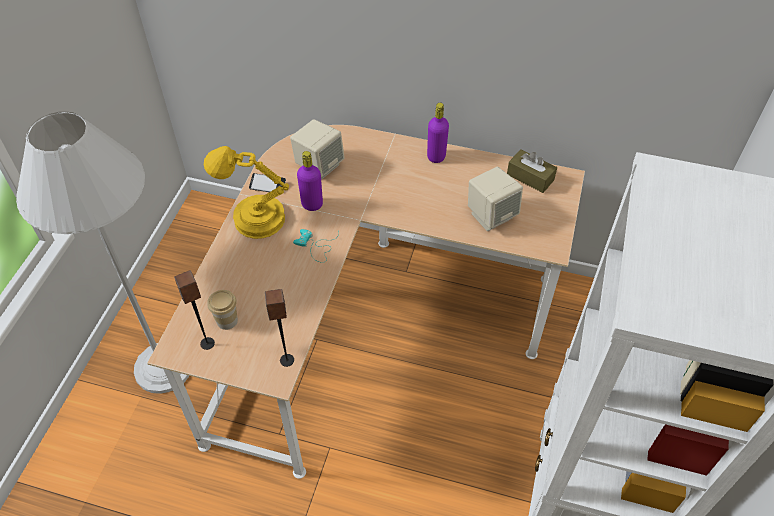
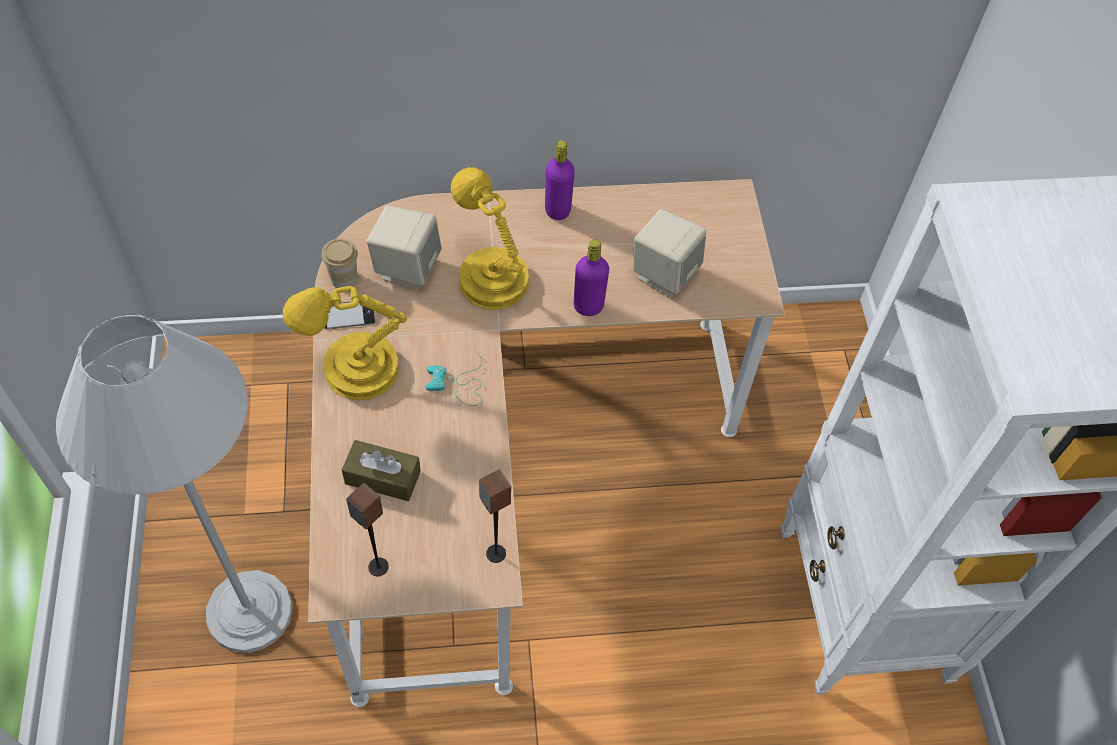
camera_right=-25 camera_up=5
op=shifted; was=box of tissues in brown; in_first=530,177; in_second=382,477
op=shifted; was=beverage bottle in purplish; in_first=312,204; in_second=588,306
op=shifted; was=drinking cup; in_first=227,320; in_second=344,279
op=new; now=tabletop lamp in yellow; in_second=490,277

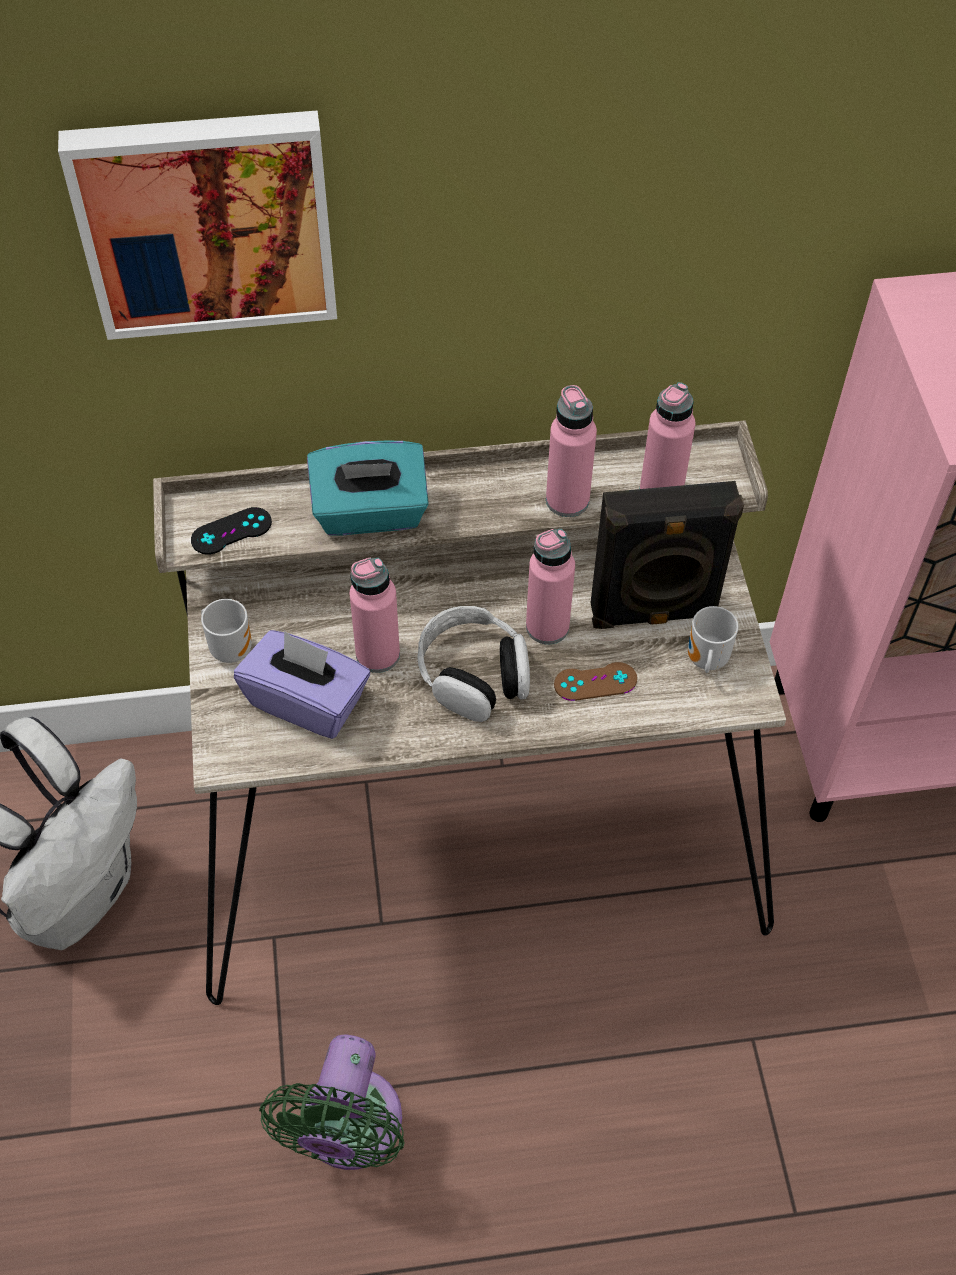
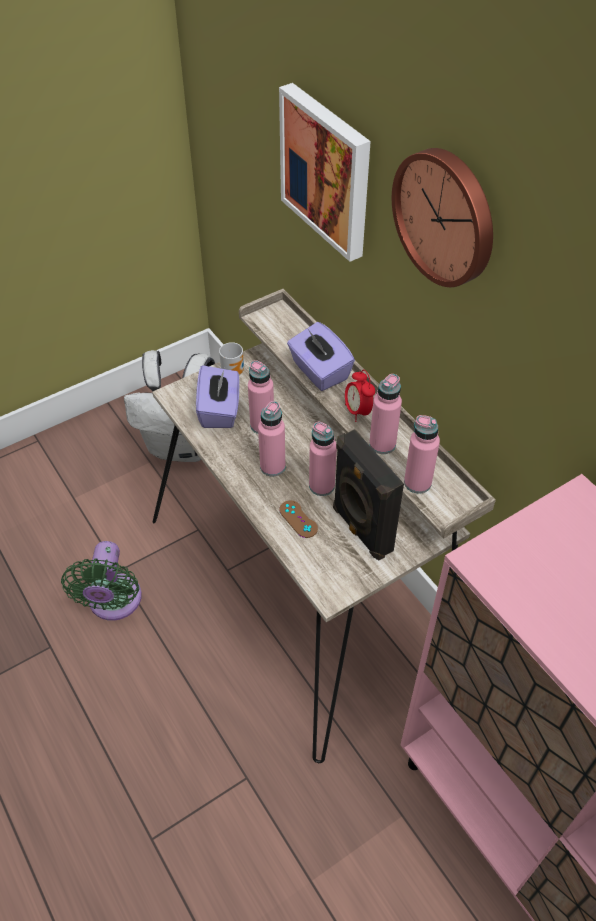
camera_right=65 camera_up=-5
op=repainted; was=box of tissues in turquoise; now=box of tissues in purplish; in_first=370,513; in_second=319,371
op=gone; was=gamepad in black; in_first=231,531
op=swapped; was=headphones; now=beverage bottle in pinkish; in_first=473,674; in_second=272,466
op=gone; was=coffee mug; in_first=704,661
op=rotated; was=cooling fan in green-coloured; in_first=348,1131; in_second=114,603; clockwise=-75
op=new; now=wall clock; in_second=446,216
op=new; now=table clock; in_second=358,411

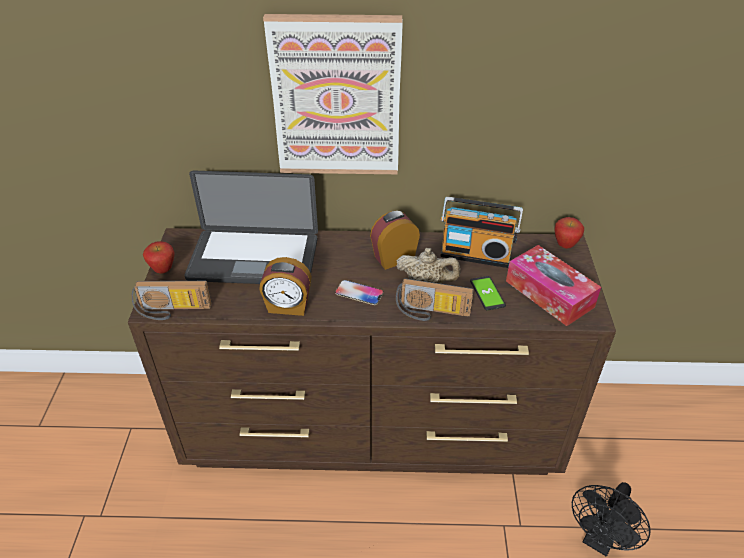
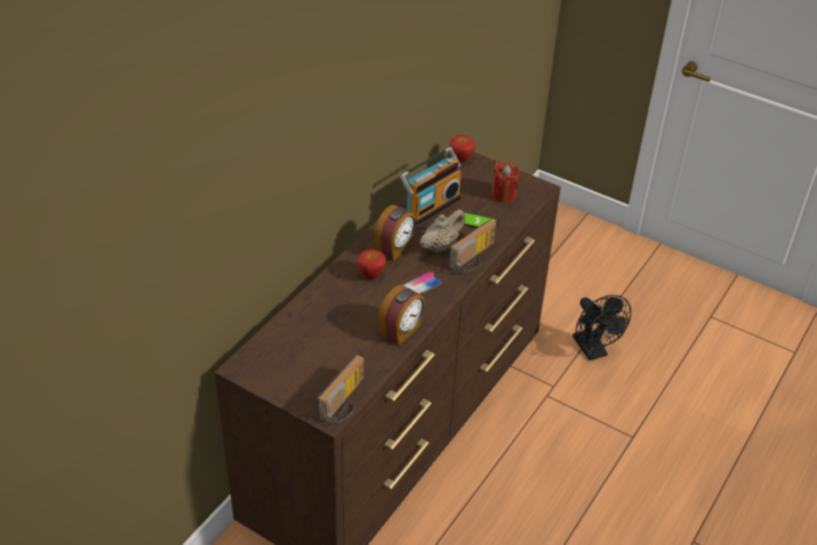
camera_right=-60 camera_up=0
op=gone; was=picture; in_first=336,98
op=gone; was=portable computer; in_first=254,259
op=rotated; was=table clock; in_first=393,257; in_second=395,249; clockwise=-150
op=shifted; was=apple fruit; in_first=163,270; in_second=371,276
op=swapped; was=box of tissues; now=candle in red; in_first=549,294; in_second=503,194

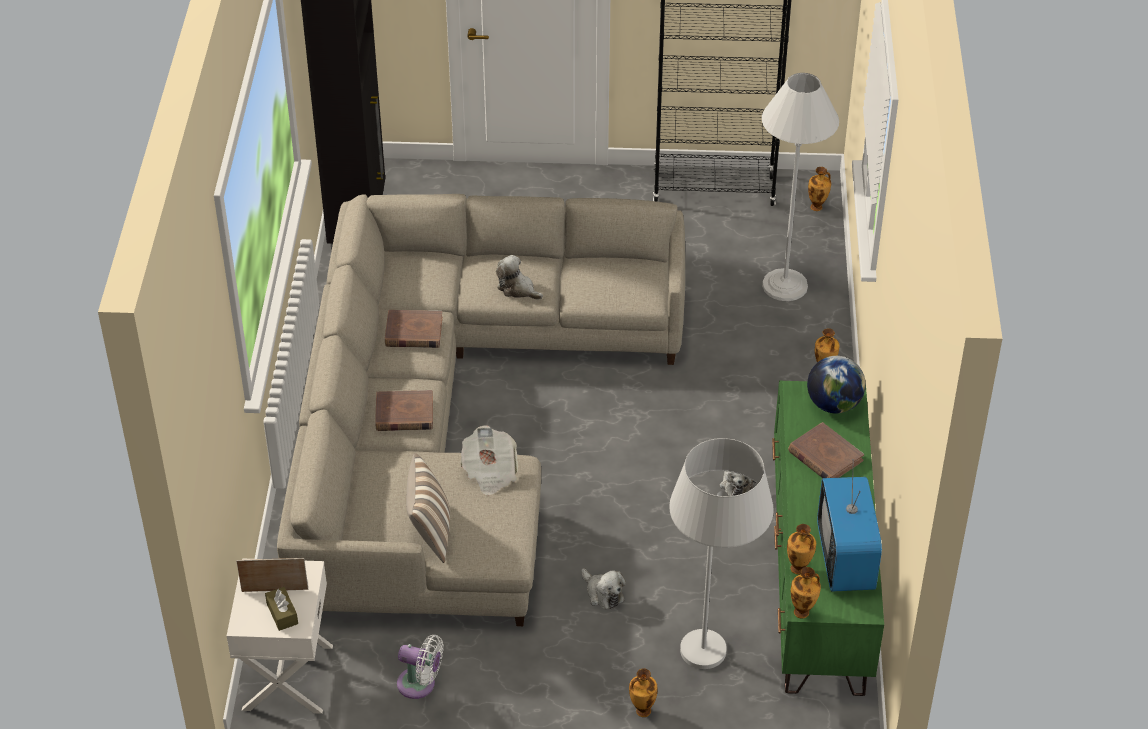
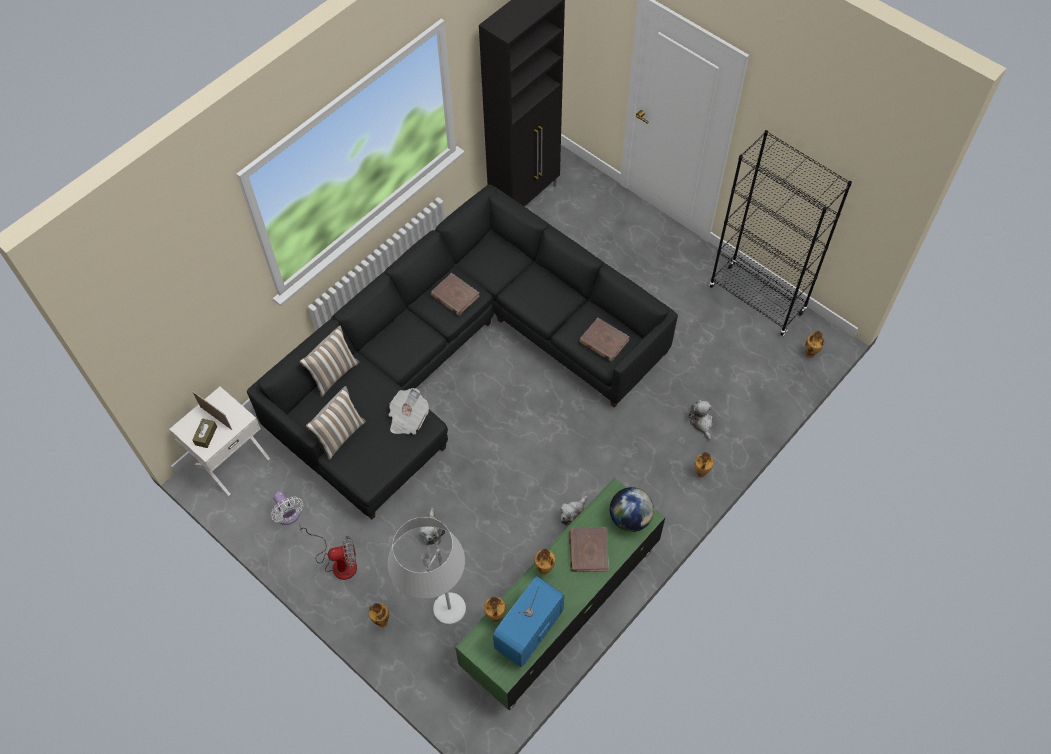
camera_right=40 camera_up=15
op=gone; was=floor lamp in whitish; in_first=785,285
op=repainted; was=sofa in beige-coloured; now=sofa in black; in_first=452,419; in_second=458,359
op=shifted; was=plush toy; in_first=517,289; in_second=701,422
op=shifted; was=book in brown; in_first=404,414; in_second=604,341
op=shifted; was=decorative vase; in_first=802,612; in_second=544,570
op=new; now=cushion; in_second=333,374
op=new; now=cooling fan; in_second=338,562

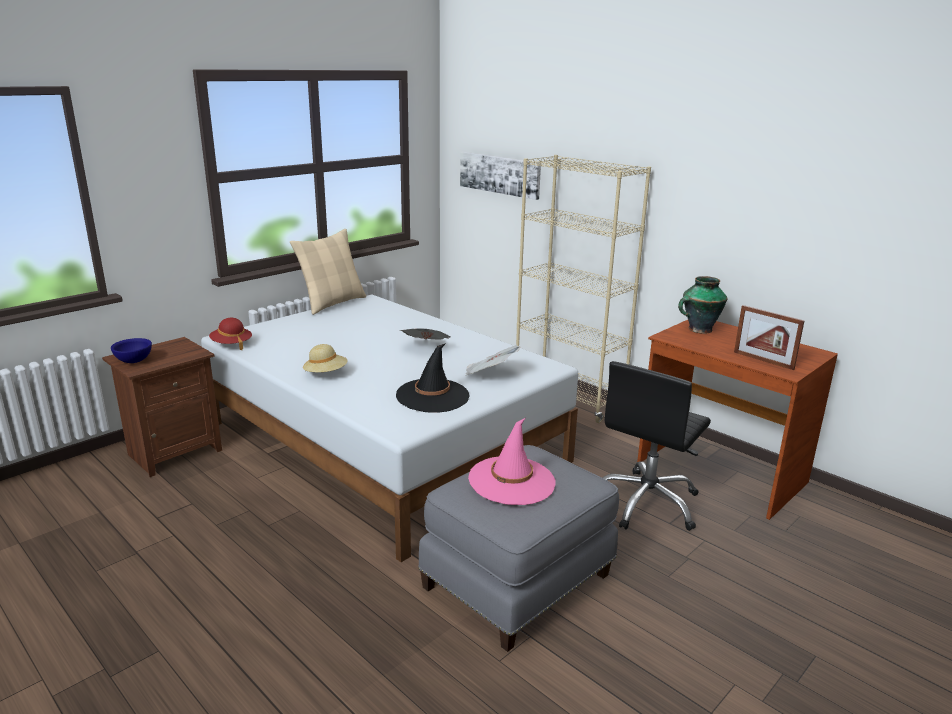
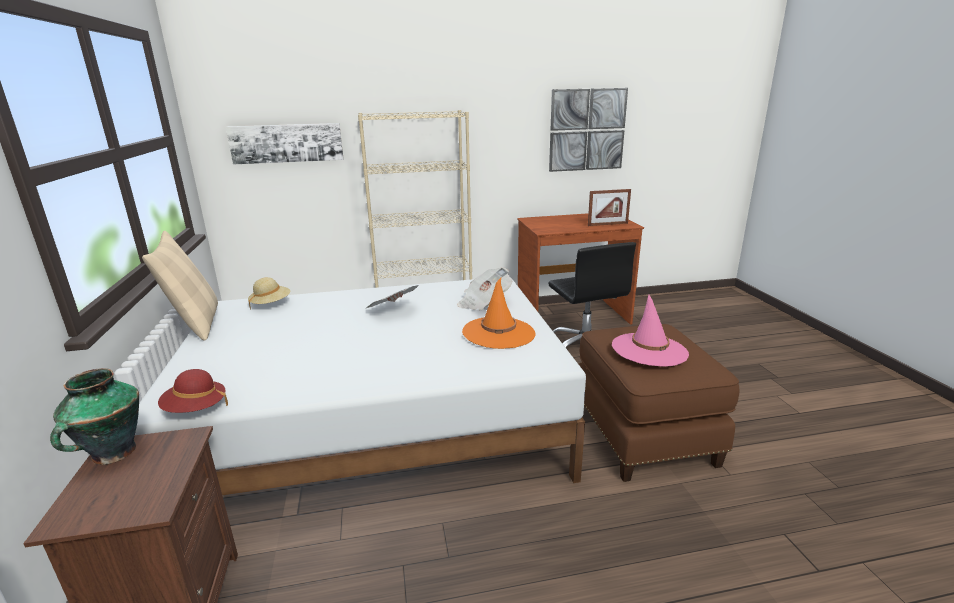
camera_right=-55 camera_up=0
op=shifted; was=decorative vase; in_first=699,329; in_second=112,454
op=gone; was=deep dish in blue; in_first=133,361
op=repainted; was=hat in black; now=hat in orange-coloured; in_first=432,396; in_second=498,333
op=shifted; was=hat in beige-coloured; in_first=326,374; in_second=271,304
op=repainted; was=ottoman in greyish; now=ottoman in brown; in_first=519,583; in_second=643,432
op=new; now=picture; in_second=587,130

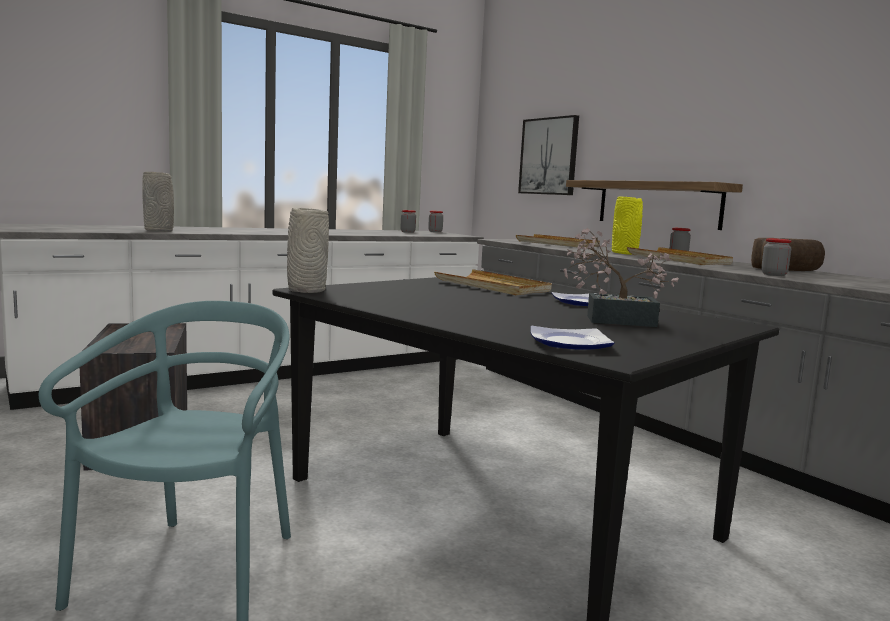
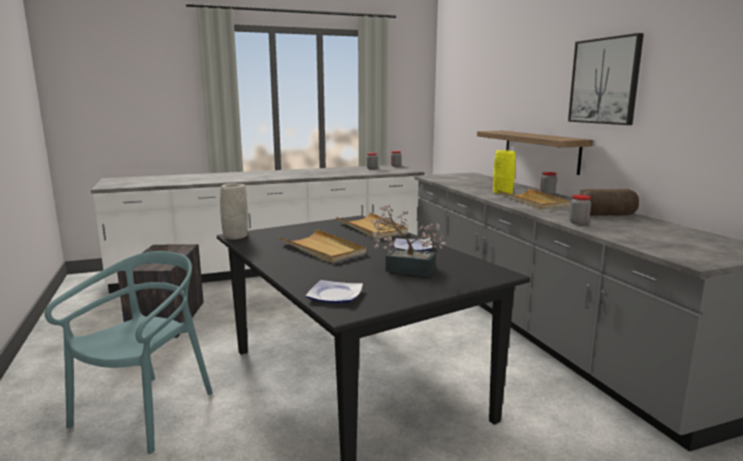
camera_right=15 camera_up=5
op=shifted; was=picture; in_first=549,156; in_second=604,81
op=gone; was=decorative vase in greyish; in_first=159,231
op=shifted; was=carrying tray in beige-coloured; in_first=557,244; in_second=322,249

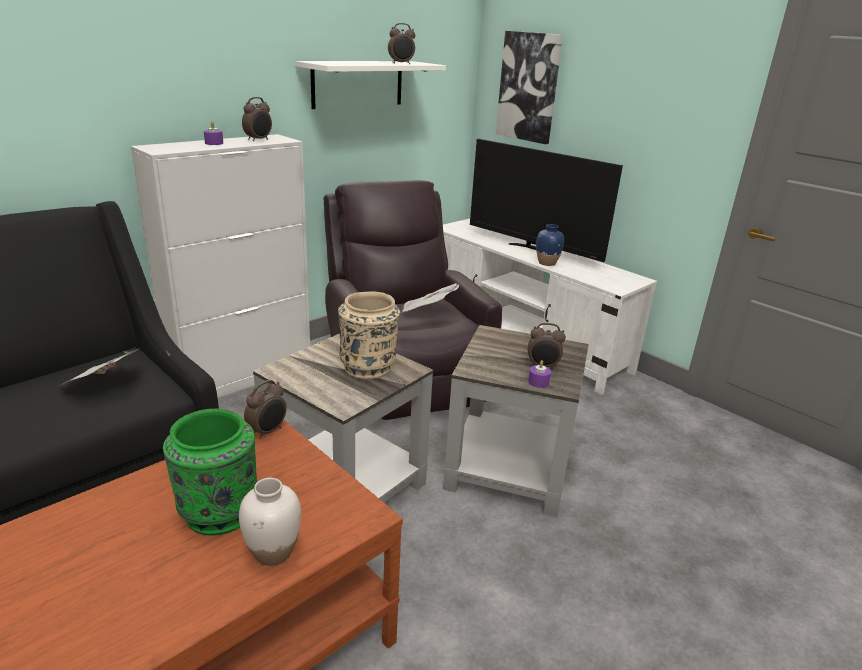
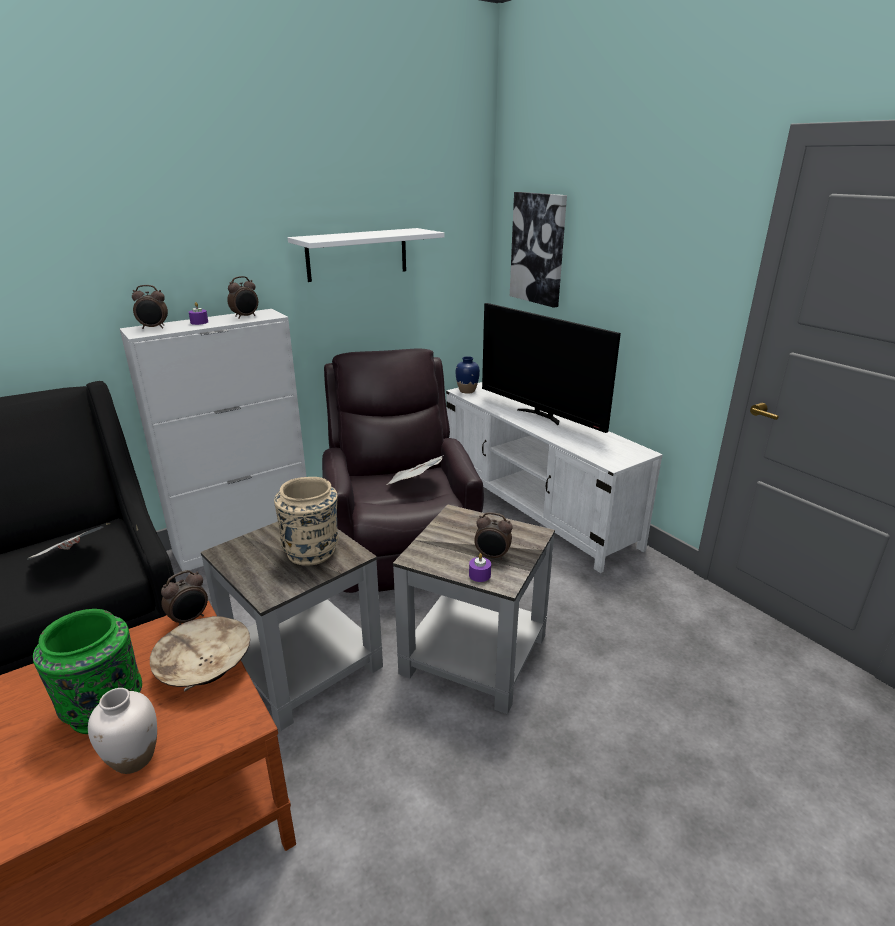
camera_right=10 camera_up=0
op=shifted; was=table clock; in_first=401,64; in_second=154,328
op=shifted; was=decorative vase in blue; in_first=547,263; in_second=467,391
op=new; now=deep dish in beige-coloured; in_second=204,666

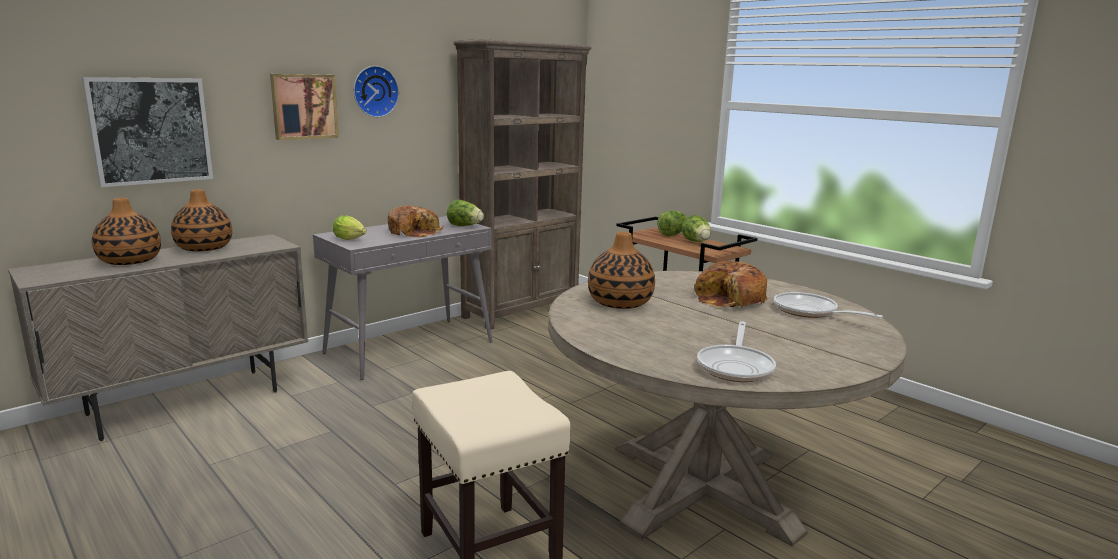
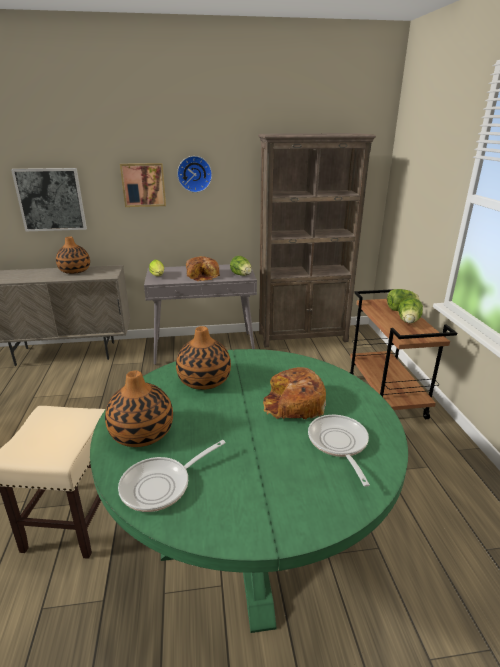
camera_right=35 camera_up=10
op=shifted; was=decorative vase; in_first=130,261; in_second=142,433
op=repainted; was=kitchen table in beige-coloured; now=kitchen table in green-coloured; in_first=702,488; in_second=249,540

